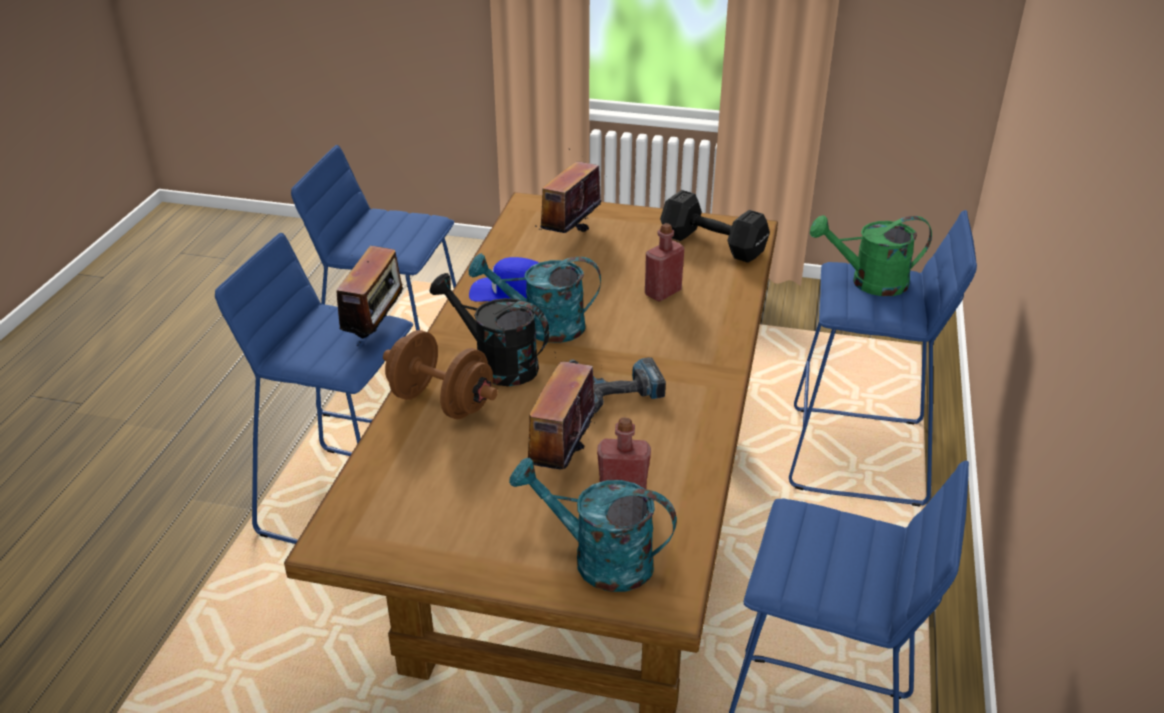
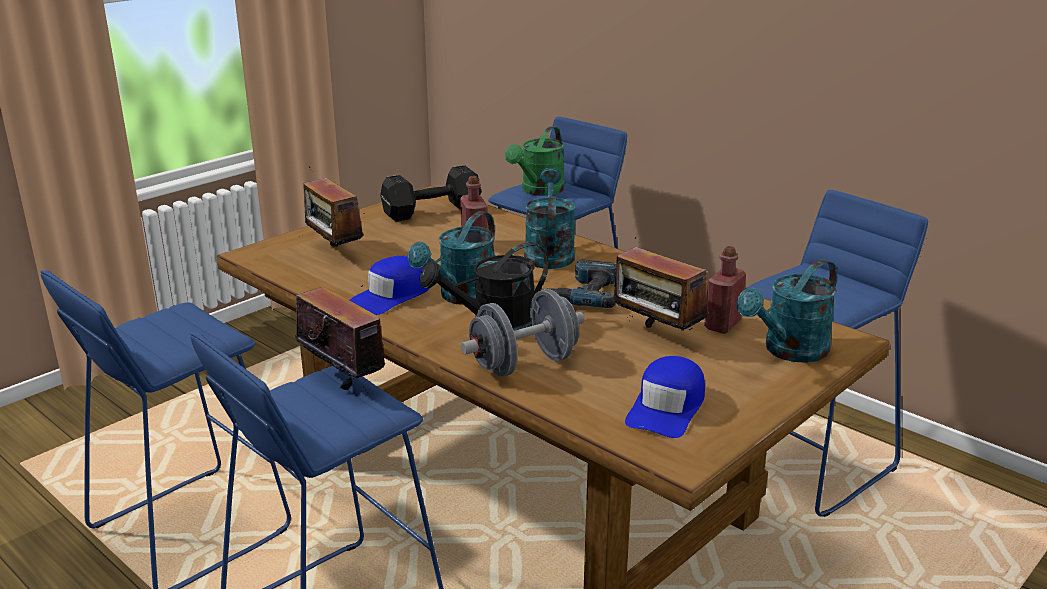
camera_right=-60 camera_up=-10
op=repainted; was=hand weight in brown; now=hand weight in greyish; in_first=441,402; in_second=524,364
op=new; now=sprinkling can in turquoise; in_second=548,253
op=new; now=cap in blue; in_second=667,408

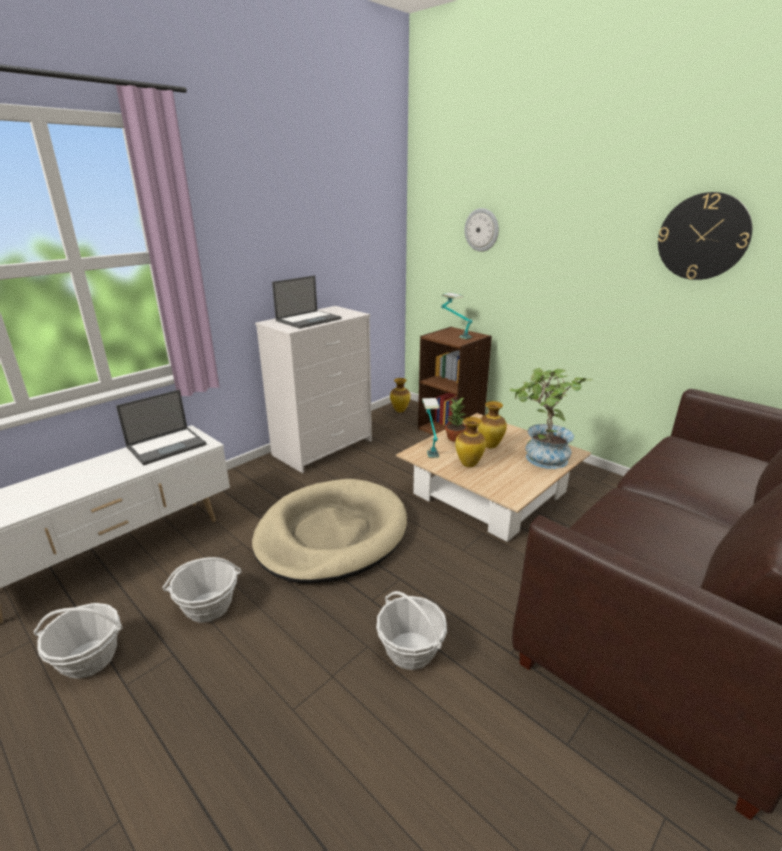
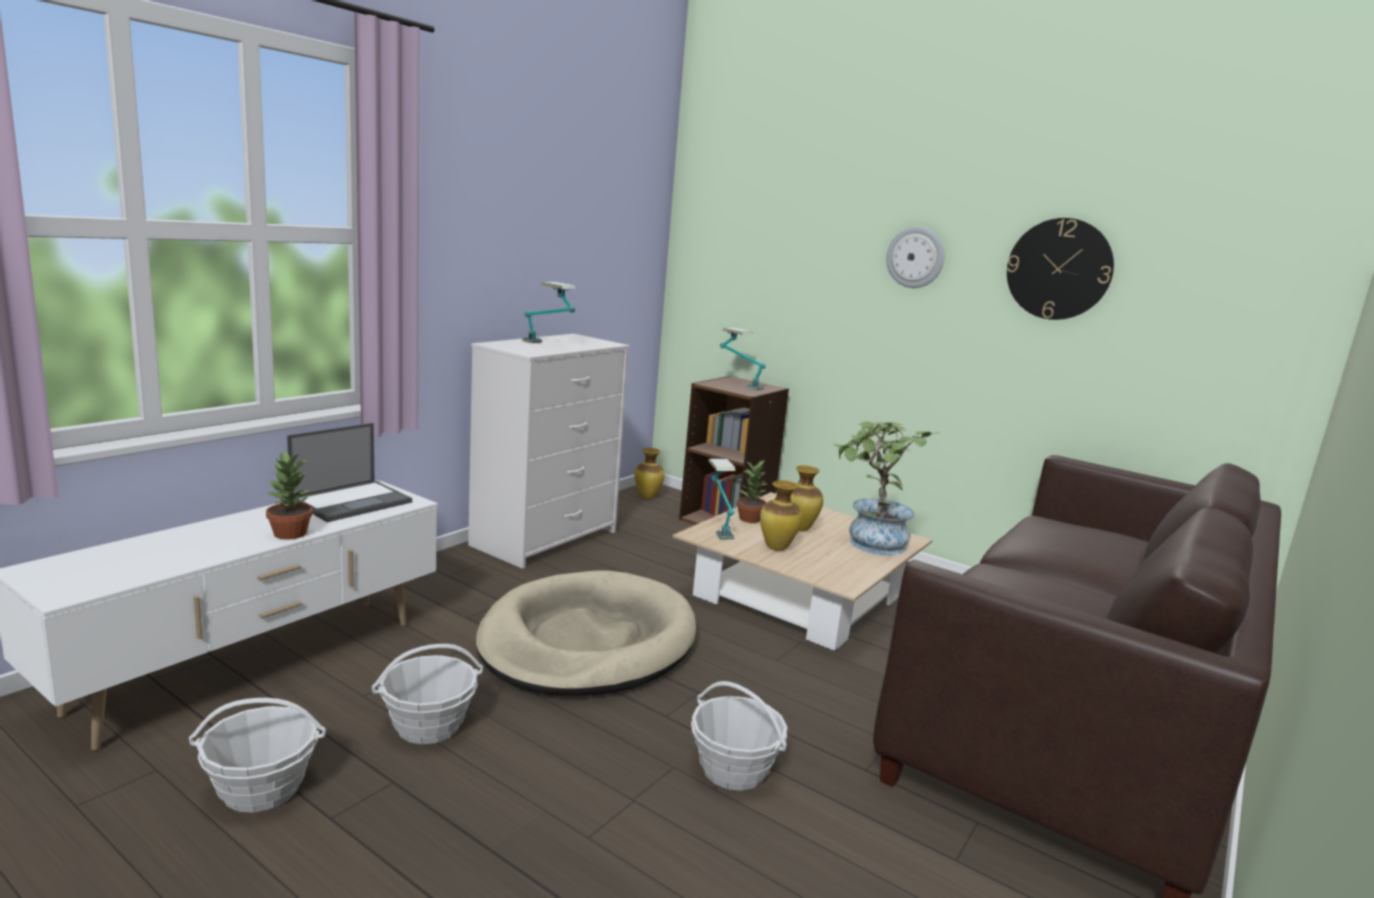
camera_right=-10 camera_up=-10
op=shifted; was=wall clock; in_first=482,230; in_second=915,257
op=swapped; was=portable computer; now=tabletop lamp; in_first=309,320; in_second=548,345
op=new; now=houseplant; in_second=290,534

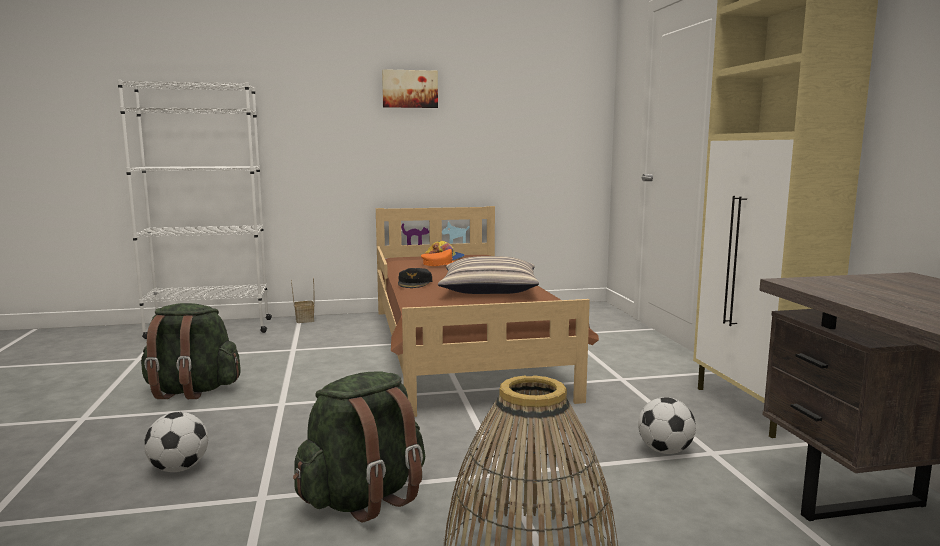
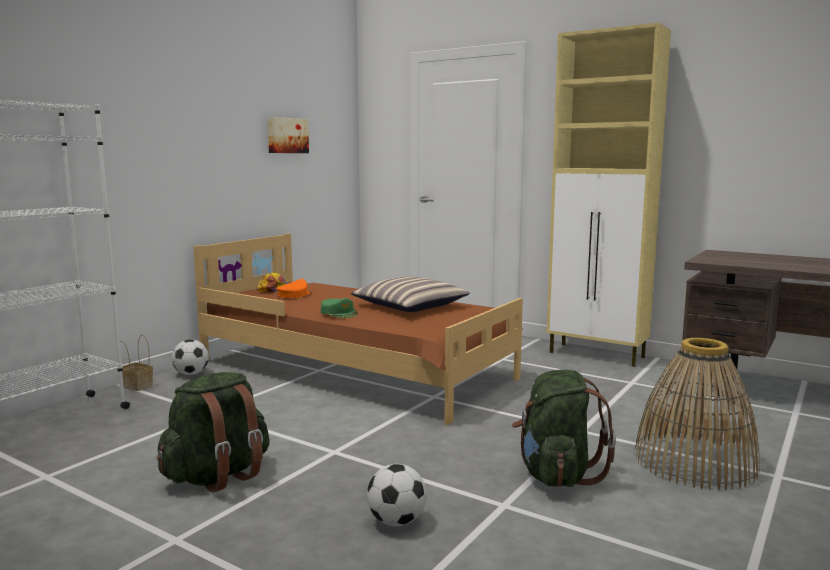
camera_right=-45 camera_up=0
op=shifted; was=picture; in_first=409,89; in_second=287,135
op=repainted; was=cap in black; now=cap in green-coloured; in_first=415,283; in_second=339,313
op=shifted; was=football ball; in_first=665,451; in_second=191,374

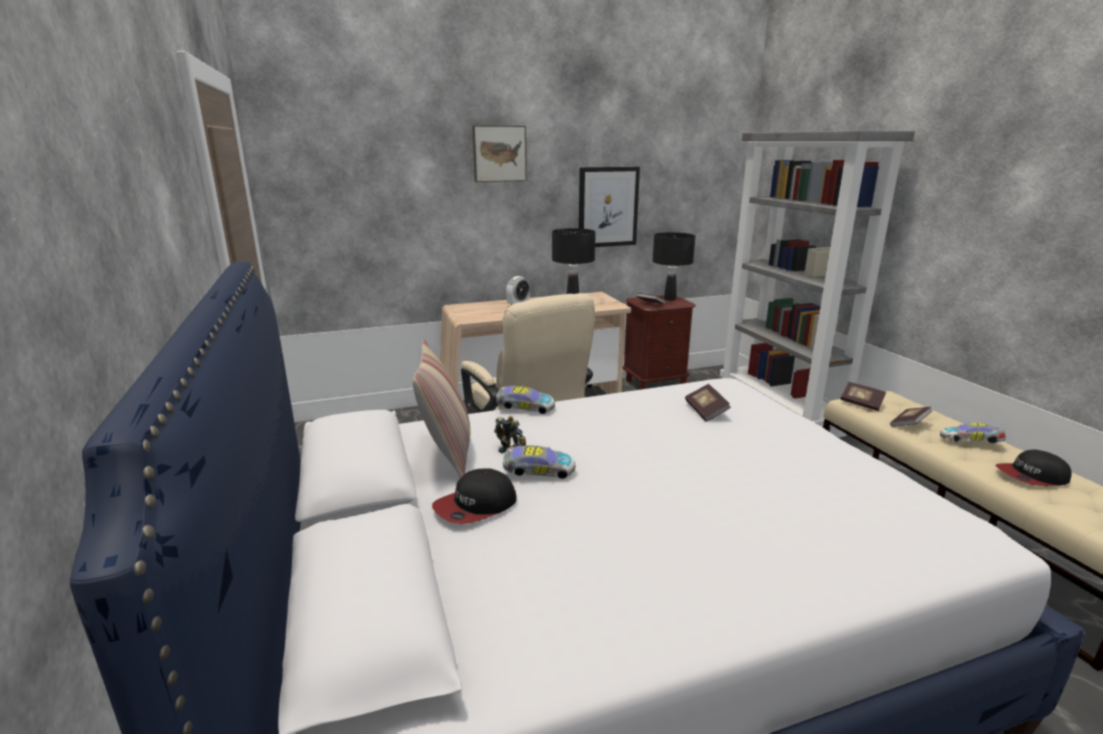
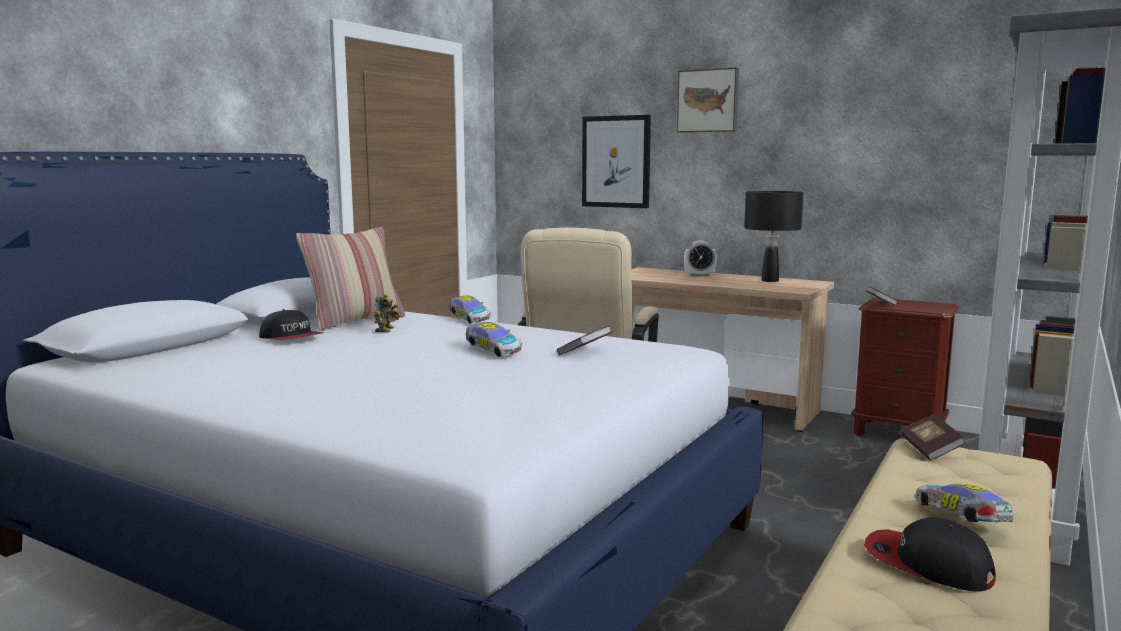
camera_right=50 camera_up=-10
op=shifted; was=picture; in_first=608,207; in_second=616,162
op=gone; was=tabletop lamp in black; in_first=669,299
op=gone; was=book; in_first=909,424
op=shifted; was=model car; in_first=537,473; in_second=492,351
op=rotated; was=cap; in_first=476,506; in_second=291,338; clockwise=-150

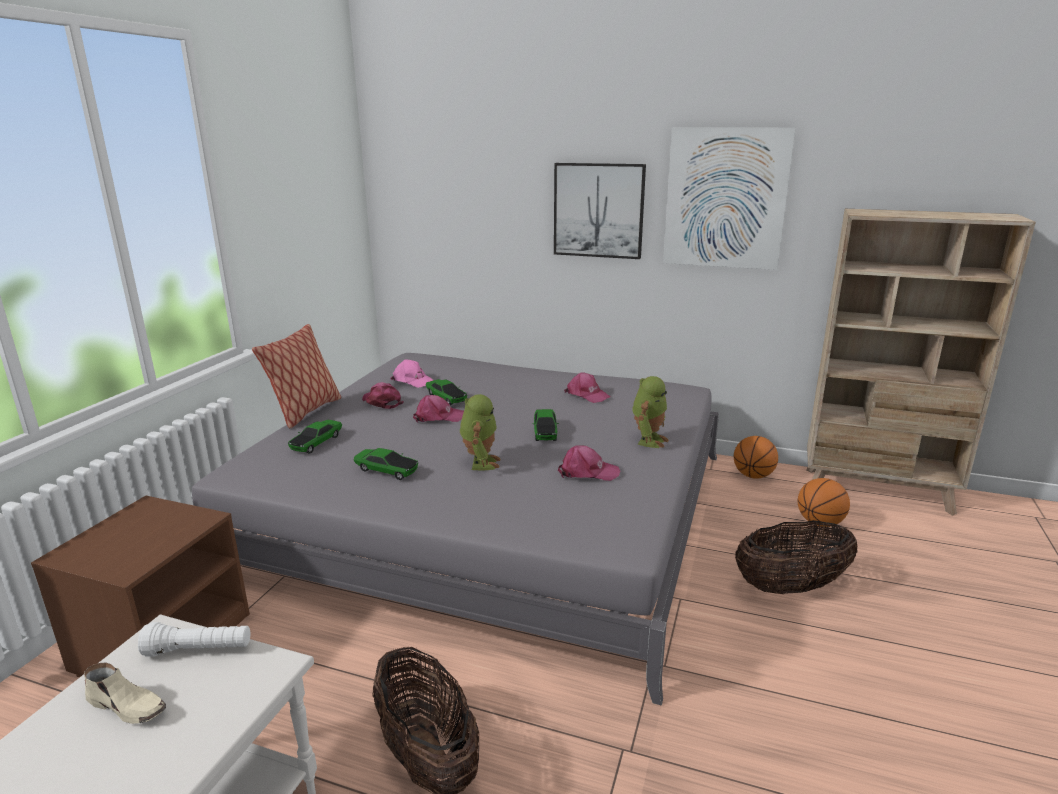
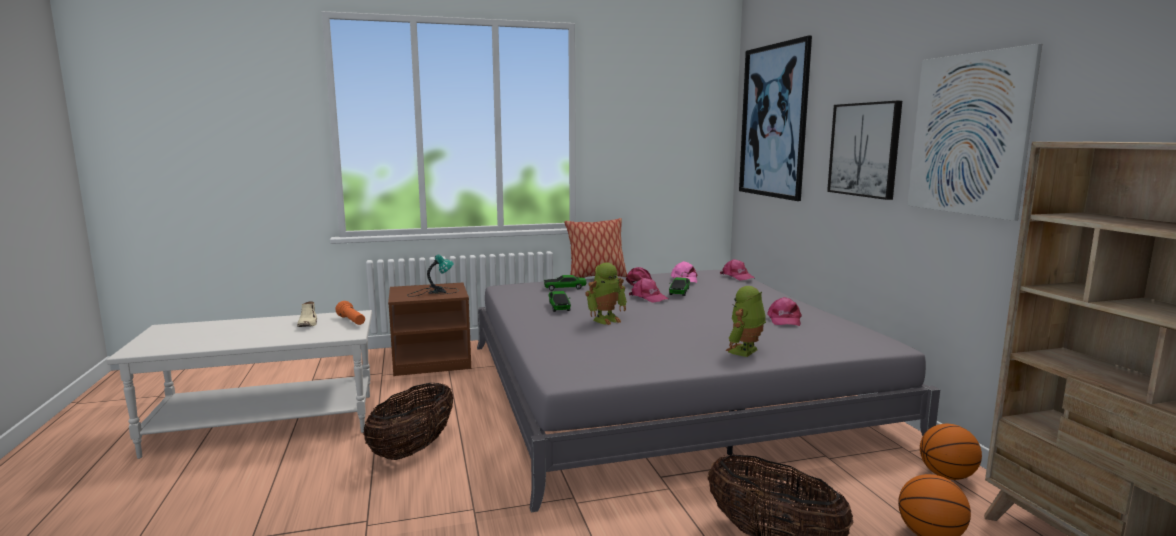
camera_right=55 camera_up=-10
op=rotated; was=robot figure; in_first=648,440; in_second=745,352; clockwise=135
op=gone; was=model car; in_first=545,431
op=shifted; was=cap in pinkish; in_first=587,472; in_second=737,276
op=repainted; was=hand torch in whitish; now=hand torch in orange-coloured; in_first=199,650; in_second=352,321
op=new; now=picture; in_second=773,121
op=new; now=tabletop lamp; in_second=434,292

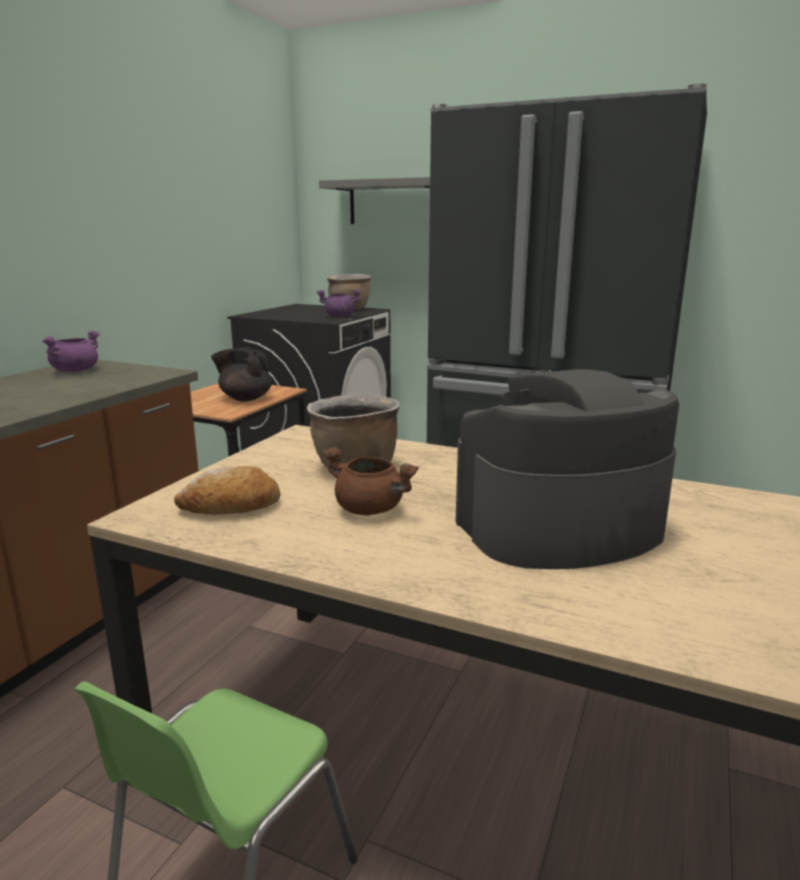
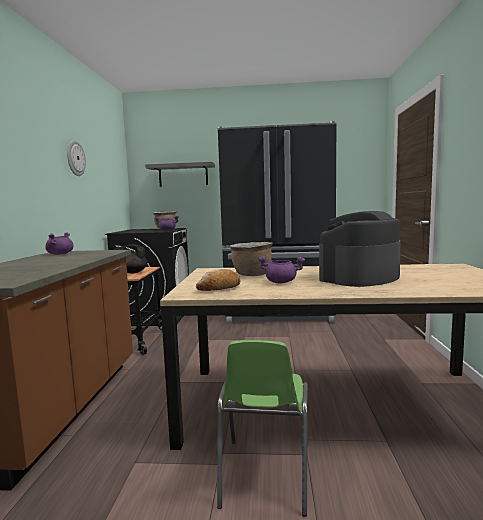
camera_right=-20 camera_up=-10
op=repainted; was=stockpot in brown; now=stockpot in purplish; in_first=371,509; in_second=281,282
op=new; now=wall clock; in_second=75,158

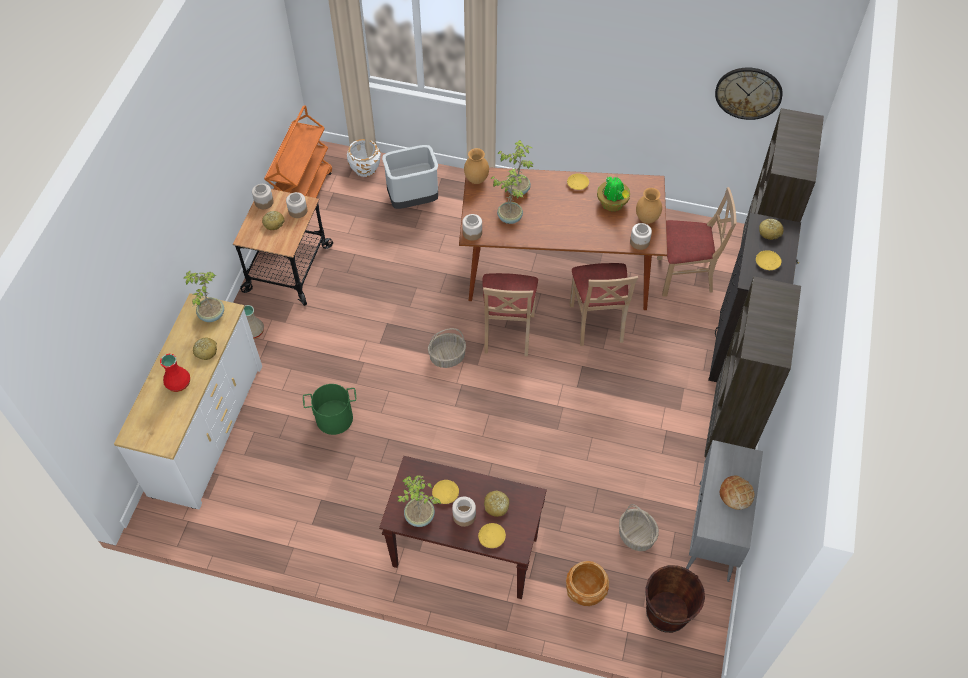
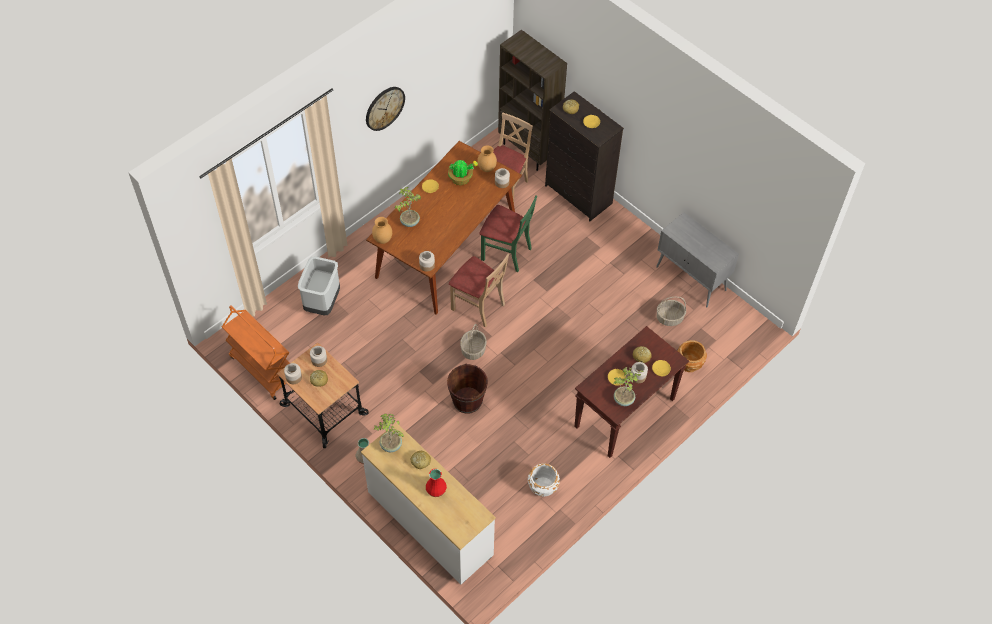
camera_right=-60 camera_up=0
op=shifted; was=wall clock; in_first=748,92; in_second=384,108
op=shifted; was=plant pot in whitish; in_first=365,168; in_second=543,487
op=gone; was=houseplant; in_first=510,217
op=repainted; was=upright chair in beige-coloured; now=upright chair in green-coloured; in_first=597,322; in_second=506,253
op=gone; was=bookcase in brown; in_first=728,435
op=gone; was=pail in green-coloured; in_first=334,417
op=gone; was=bakery bread; in_first=736,494
op=shifted; was=pail in brown; in_first=667,612; in_second=467,401

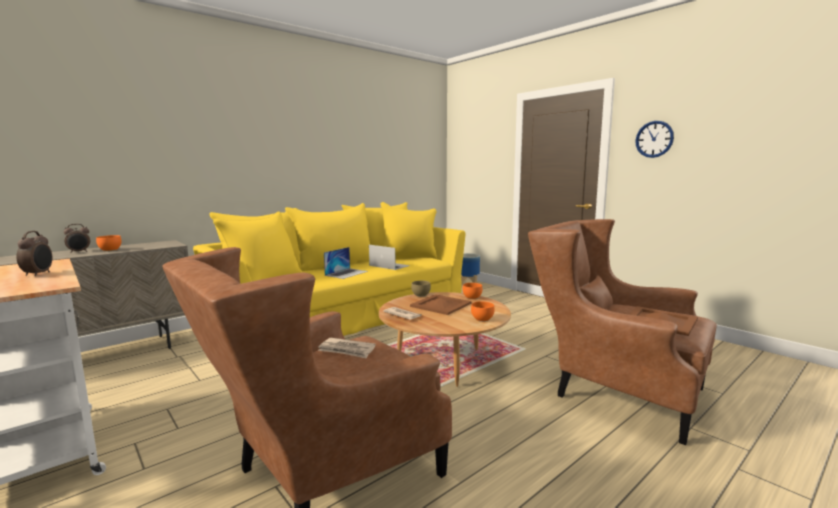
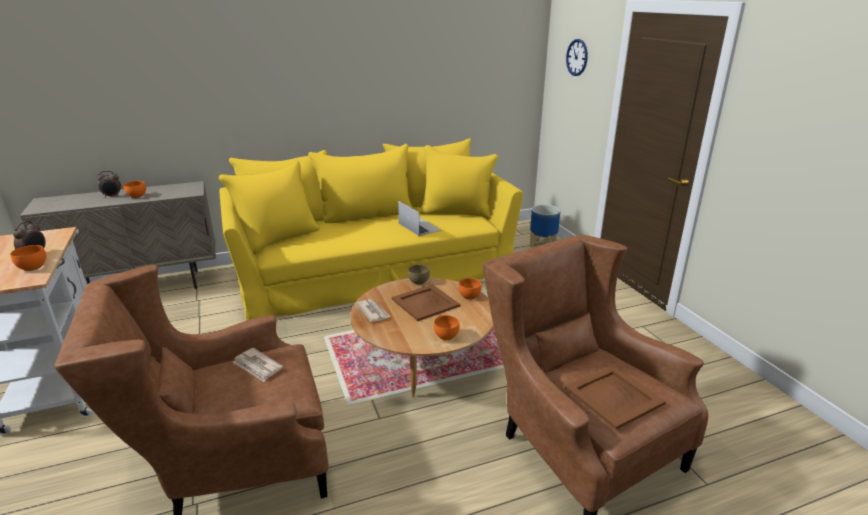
camera_right=20 camera_up=15
op=shifted; was=wall clock; in_first=654,139; in_second=577,57
op=gone; was=portable computer; in_first=346,273
op=new; now=deep dish in orange-coloured; in_second=33,267

